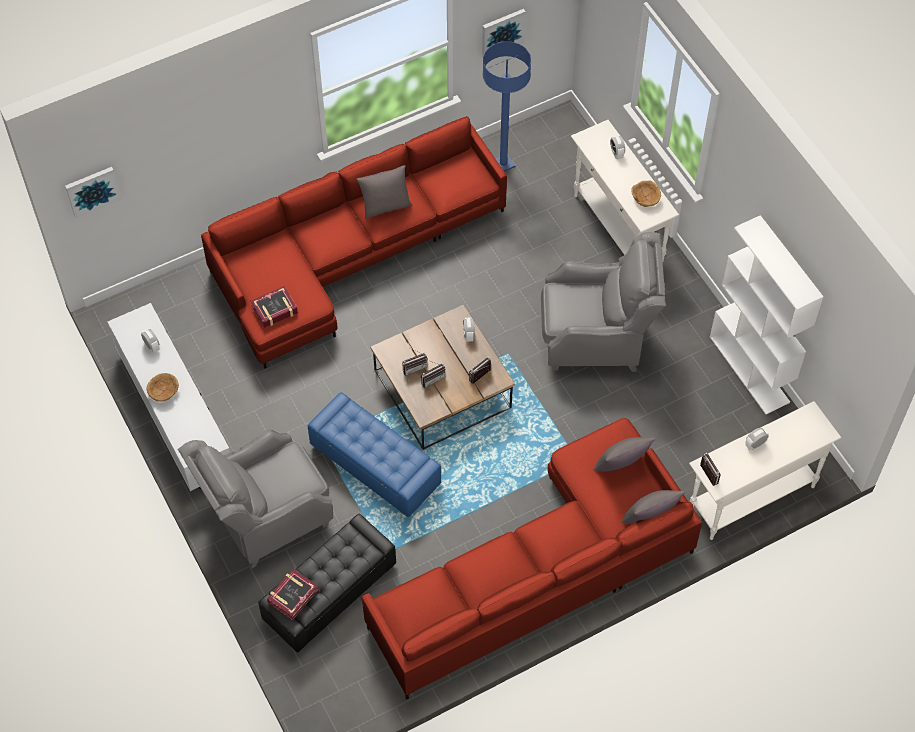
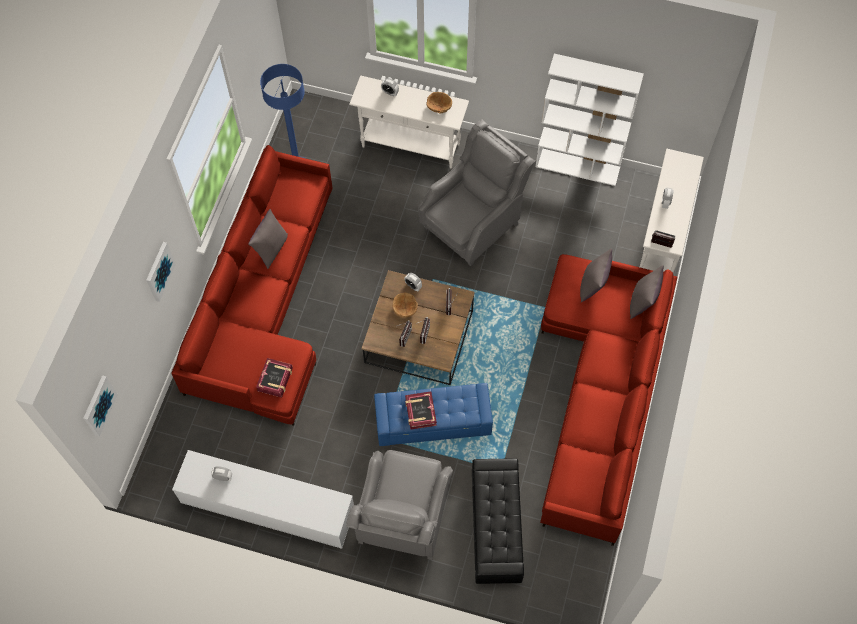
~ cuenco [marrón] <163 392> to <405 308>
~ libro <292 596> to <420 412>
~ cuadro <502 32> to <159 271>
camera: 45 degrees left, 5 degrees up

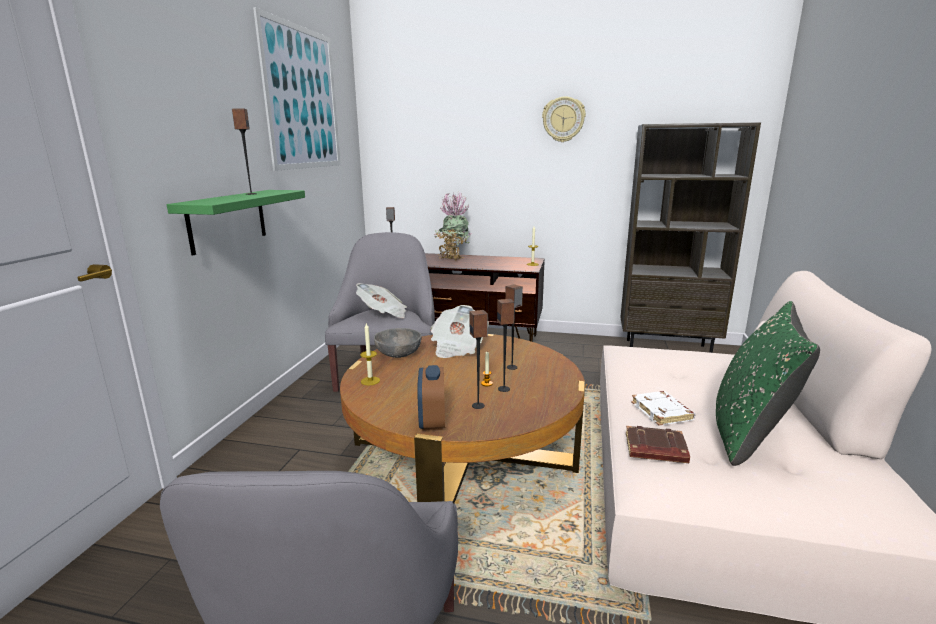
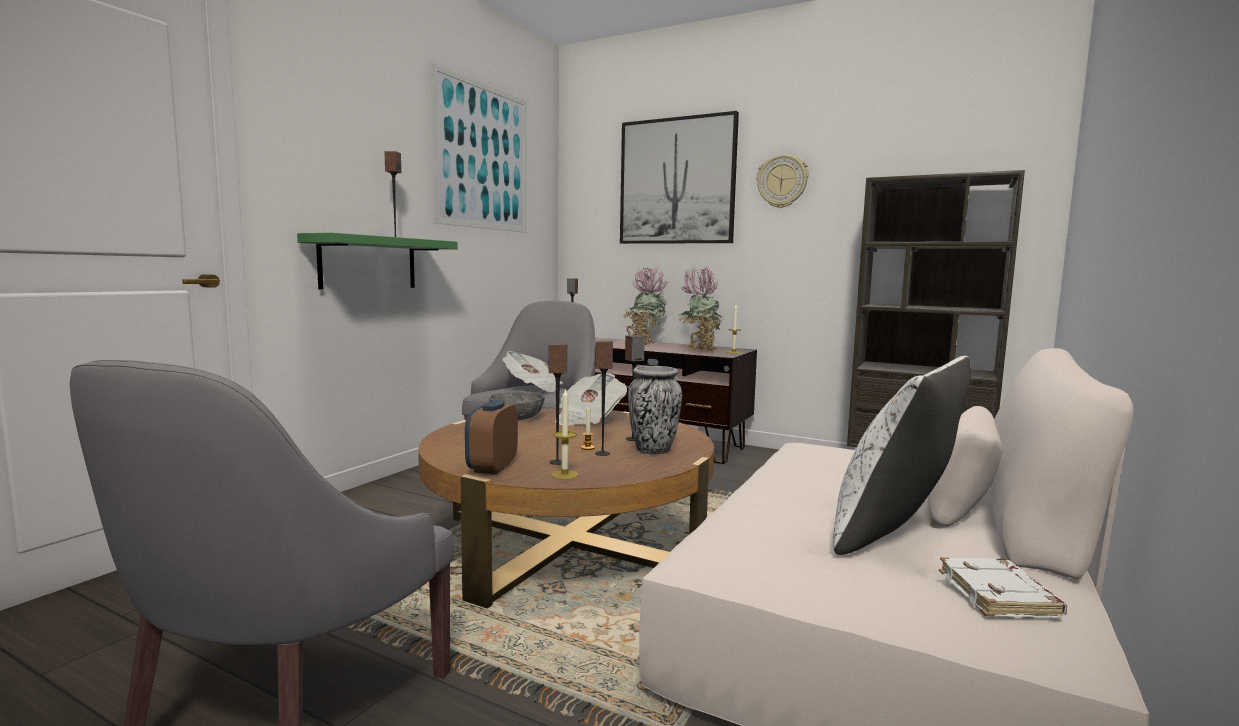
- libro [marrón] <655 450>
+ cuadro <677 181>
+ florero <653 450>
+ planta en maceta <699 350>
~ vela <370 381> to <564 475>
~ libro [blanco] <662 412> to <999 596>
~ cojín [verde] <749 434> to cojín [blanco] <893 532>
camera: 15 degrees right, 10 degrees down

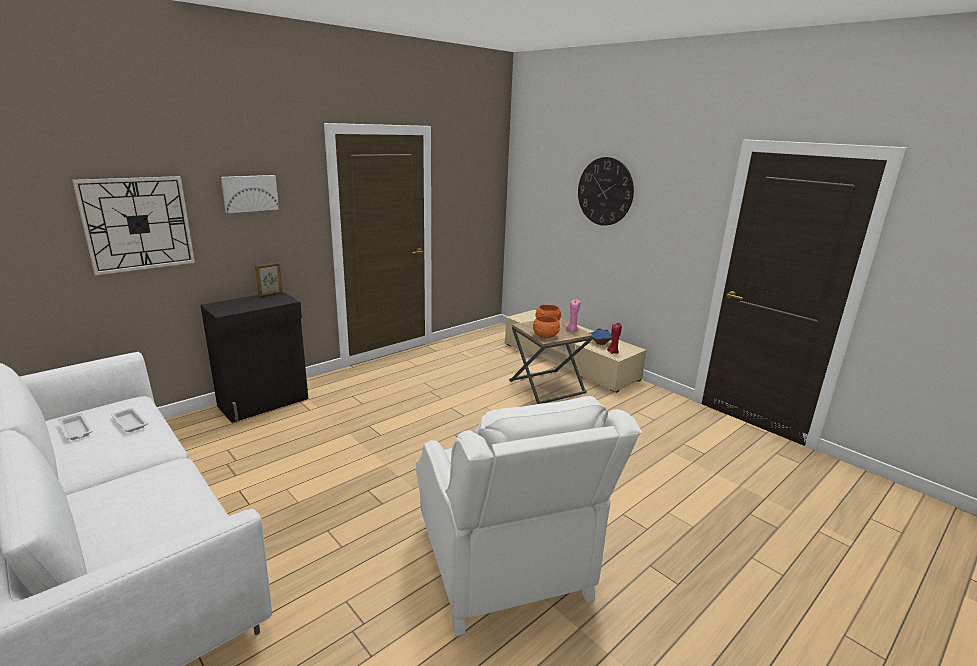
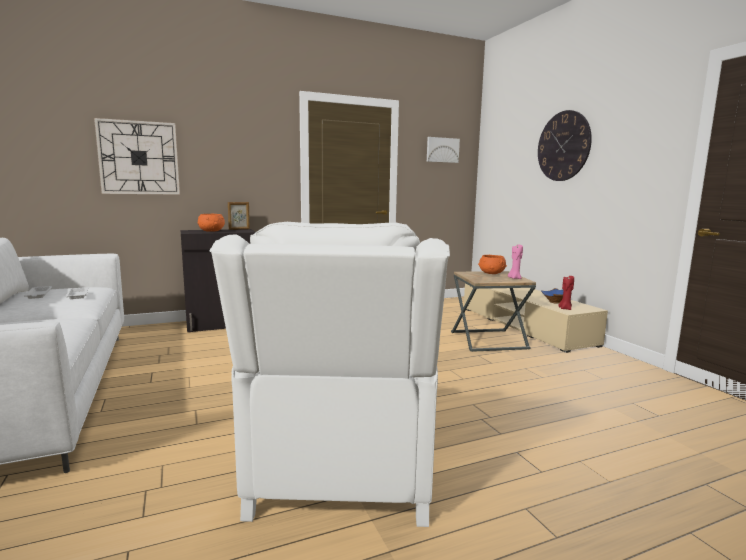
~ cuadro <250 193> to <442 150>
~ cuenco [naranja] <545 336> to <211 231>
camera: 20 degrees right, 10 degrees down

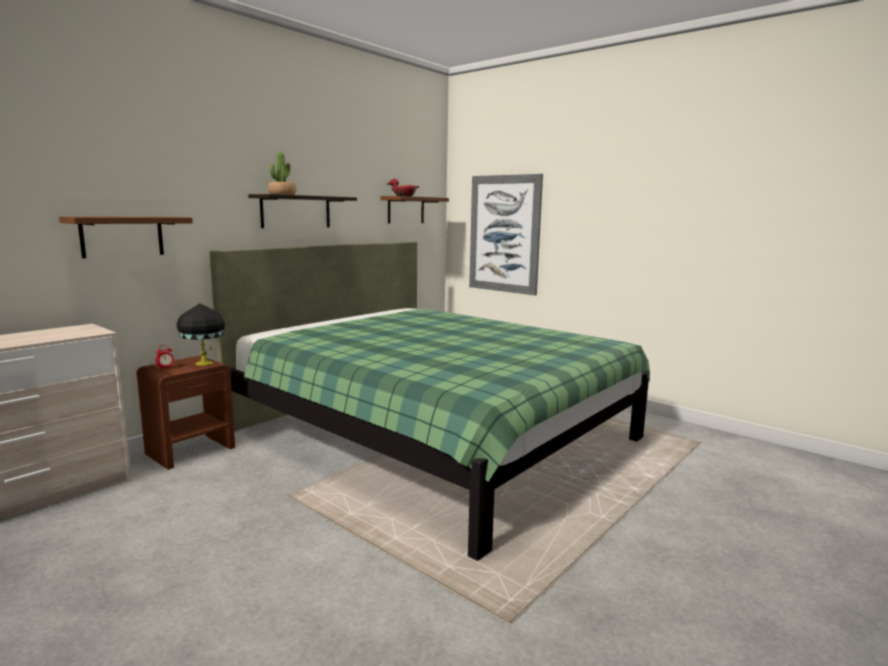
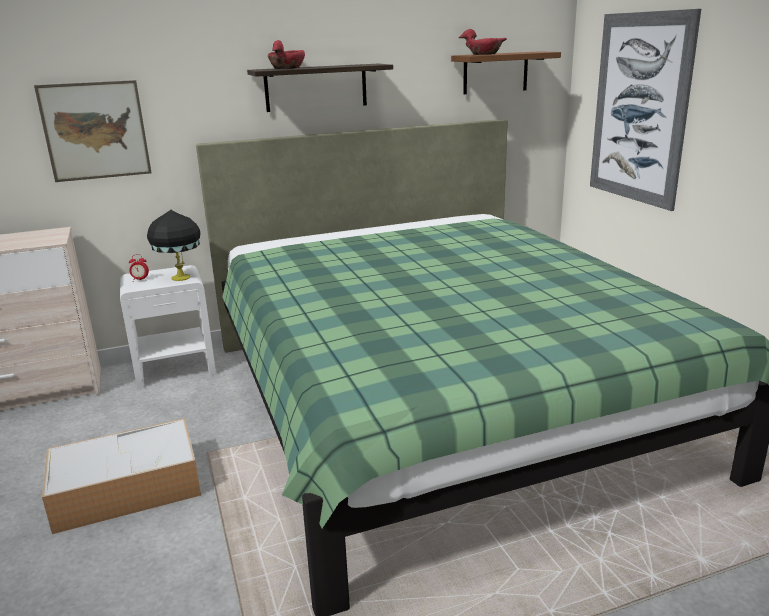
+ caja de almacenaje <129 488>
~ estante [marrón] <122 236> to cuadro <95 131>
~ planta en maceta <282 194> to cuenco [rojo] <286 68>
~ mesita de noche [marrón] <191 450> to mesita de noche [blanco] <176 369>
camera: 30 degrees right, 10 degrees up

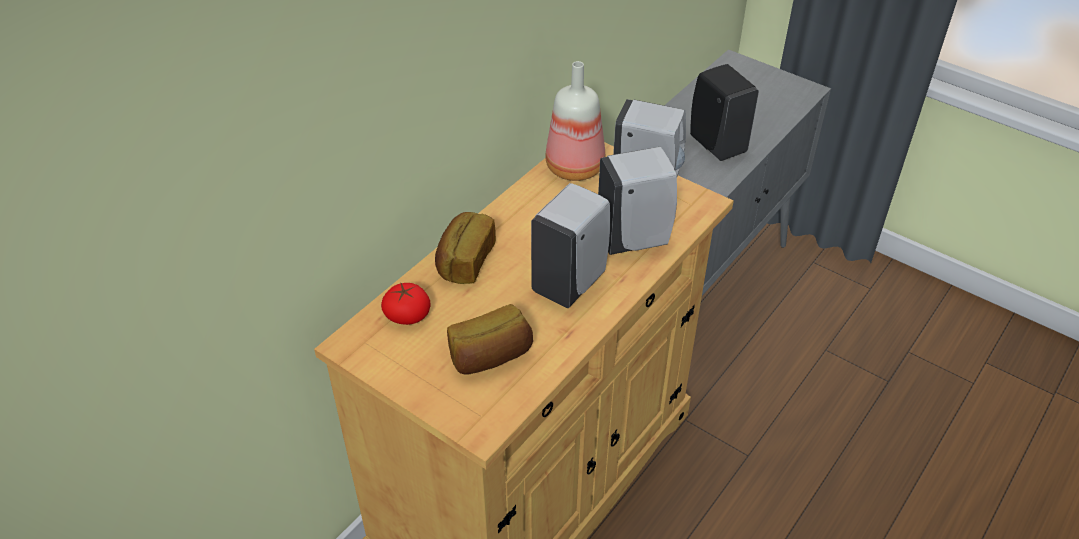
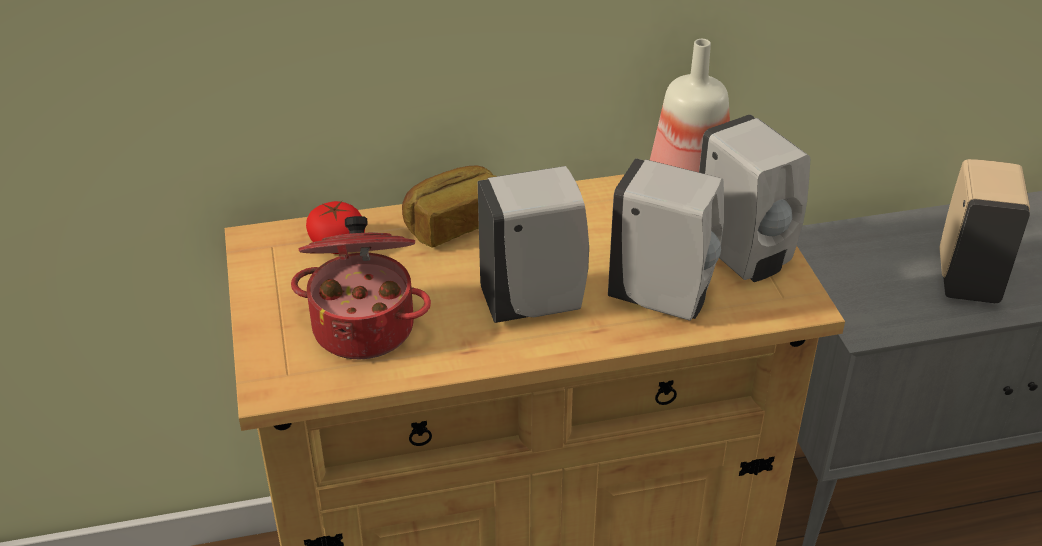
~ pan <490 356> to olla <365 326>
~ dispensador de jabón [negro] <716 144> to dispensador de jabón [beis] <967 278>
camera: 40 degrees right, 5 degrees down

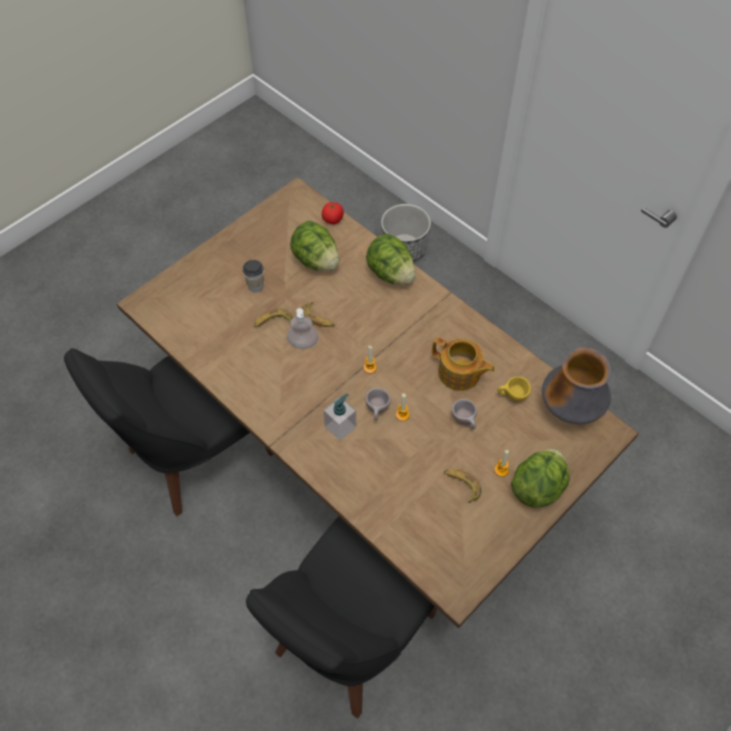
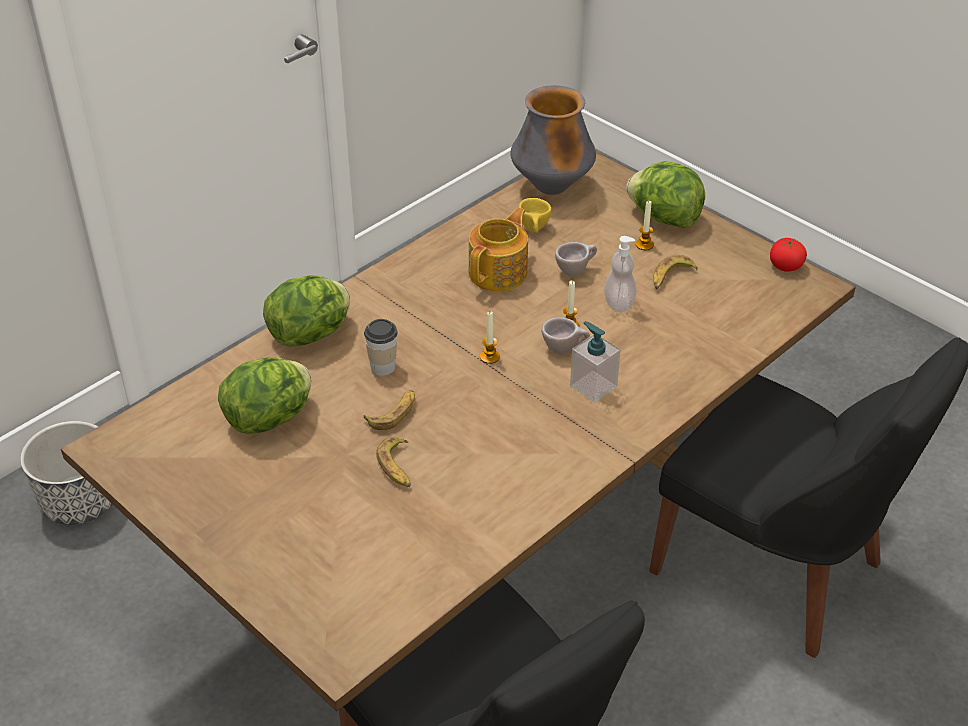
~ taza <256 286> to <383 367>
~ dispensador de jabón <303 343> to <619 303>
~ tomate <332 219> to <785 266>
camera: 90 degrees left, 15 degrees down

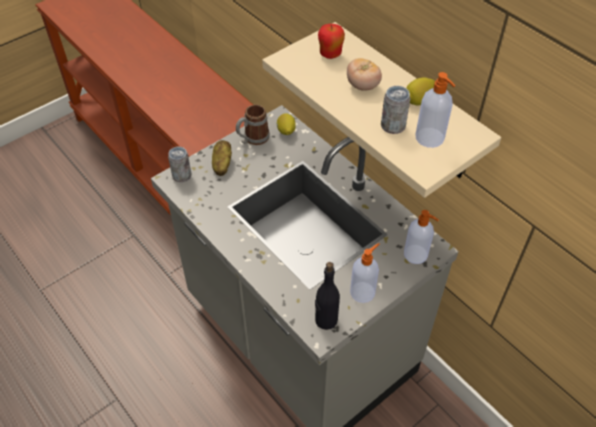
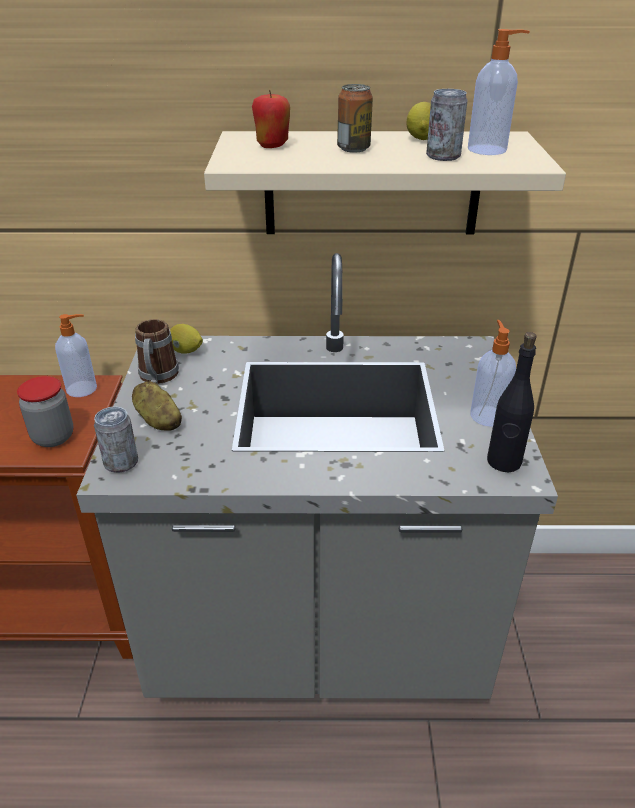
+ tarro <53 437>
~ dispensador de jabón <416 255> to <83 389>
~ tomate <362 86> to lata <353 149>
camera: 50 degrees left, 15 degrees down

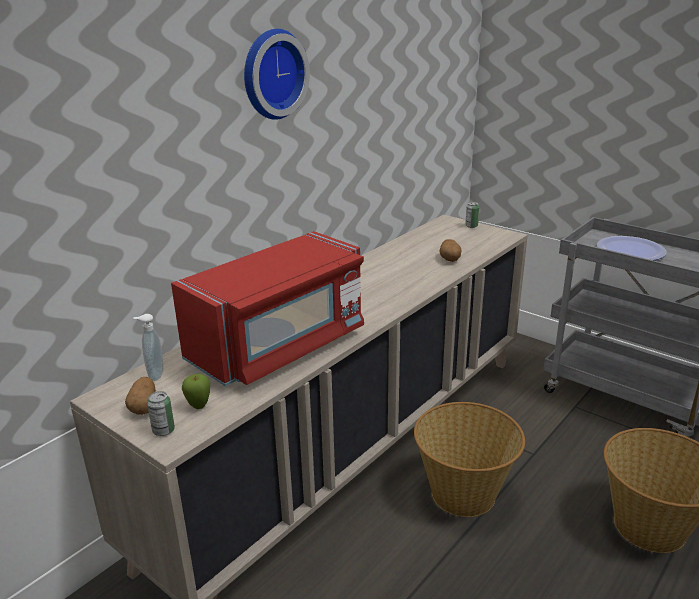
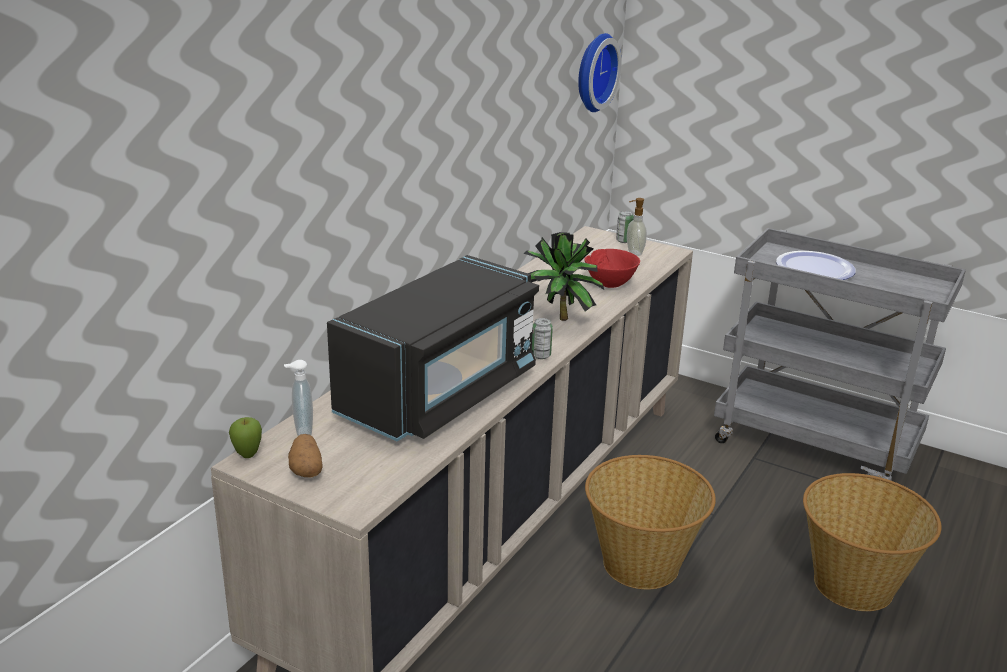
+ planta en maceta <557 319>
+ dispensador de jabón <634 253>
~ lata <163 430> to <541 355>
~ manzana <199 406> to <247 455>
~ reloj de pared <271 74> to <593 72>
~ patata <450 259> to cuenco [rojo] <609 284>
~ microondas [rojo] <280 345> to microondas [negro] <440 393>
camera: 10 degrees left, 0 degrees up

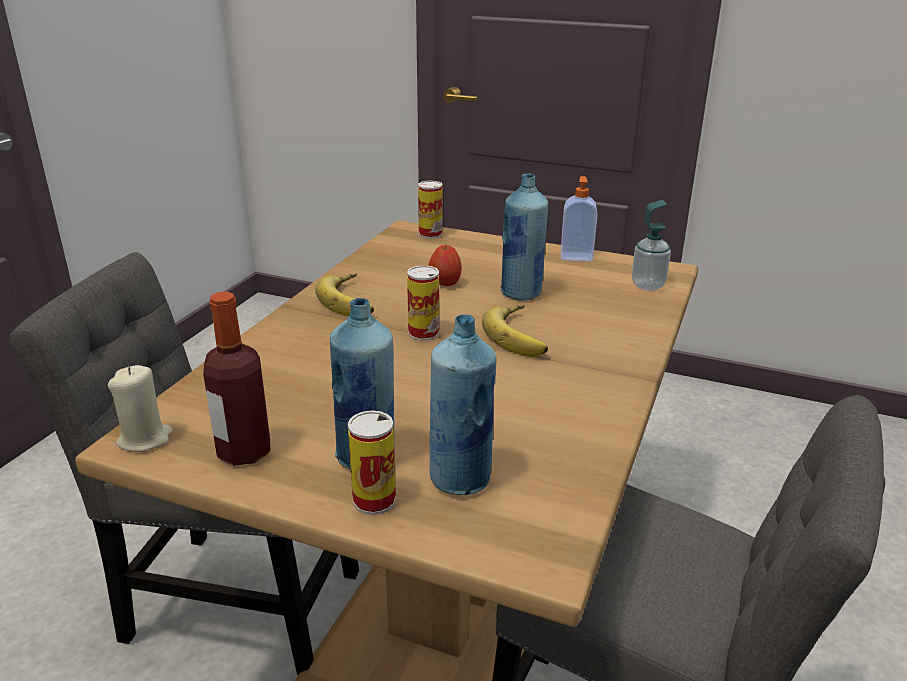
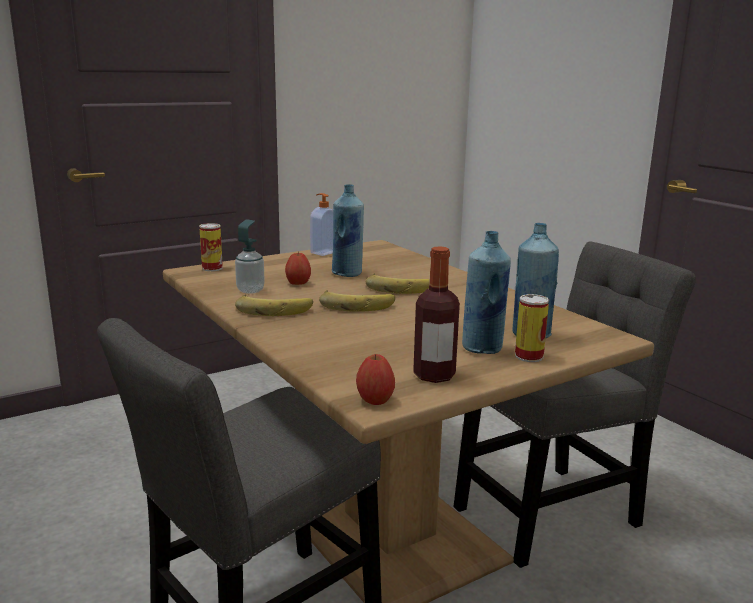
~ dispensador de jabón <647 285> to <250 290>
~ vela [beis] <145 439> to manzana <375 400>
~ lata <423 333> to plátano <356 304>
camera: 55 degrees left, 10 degrees down

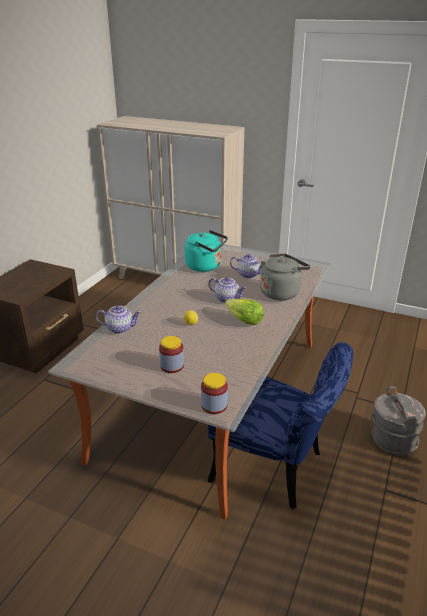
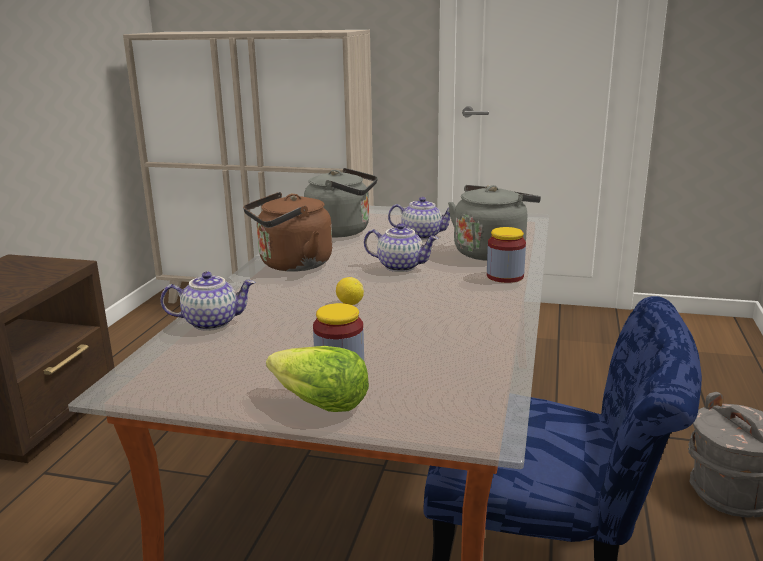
+ hervidor [marrón] <291 265>
~ tarro <214 405> to <505 276>
~ lechuga <243 320> to <318 403>
~ hervidor [turquesa] <206 266> to hervidor [gris] <343 231>
camera: 10 degrees left, 10 degrees down

